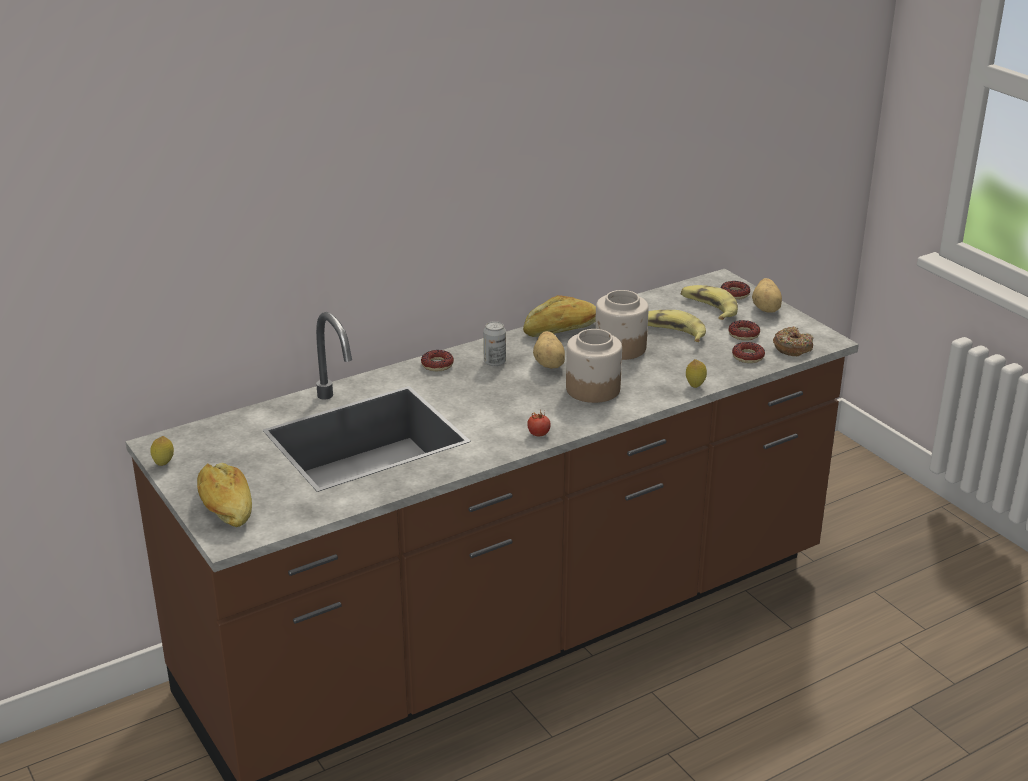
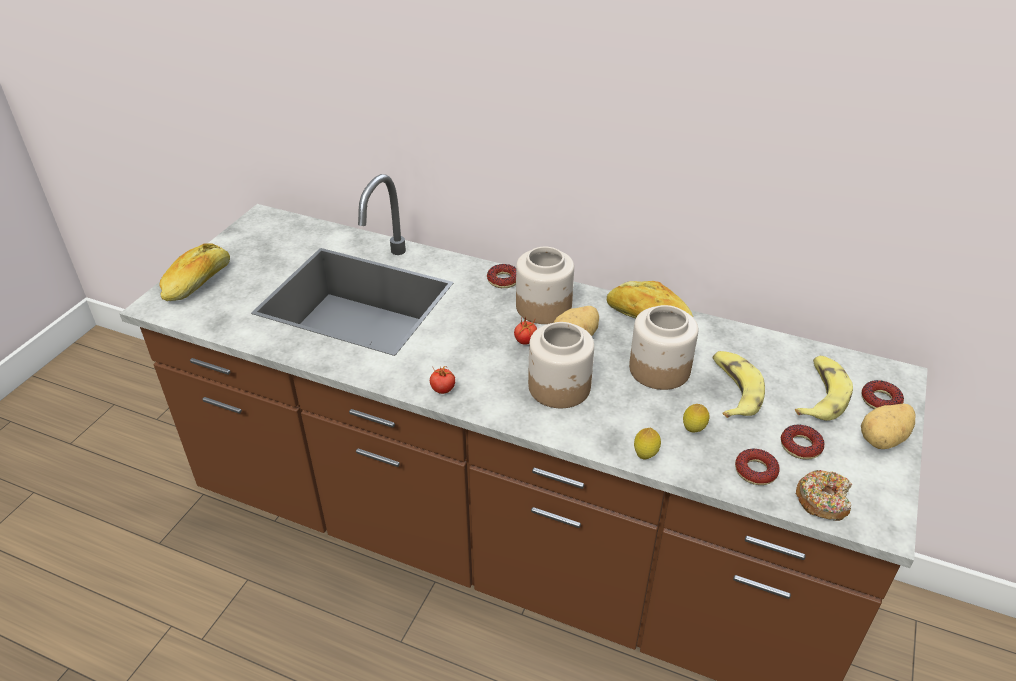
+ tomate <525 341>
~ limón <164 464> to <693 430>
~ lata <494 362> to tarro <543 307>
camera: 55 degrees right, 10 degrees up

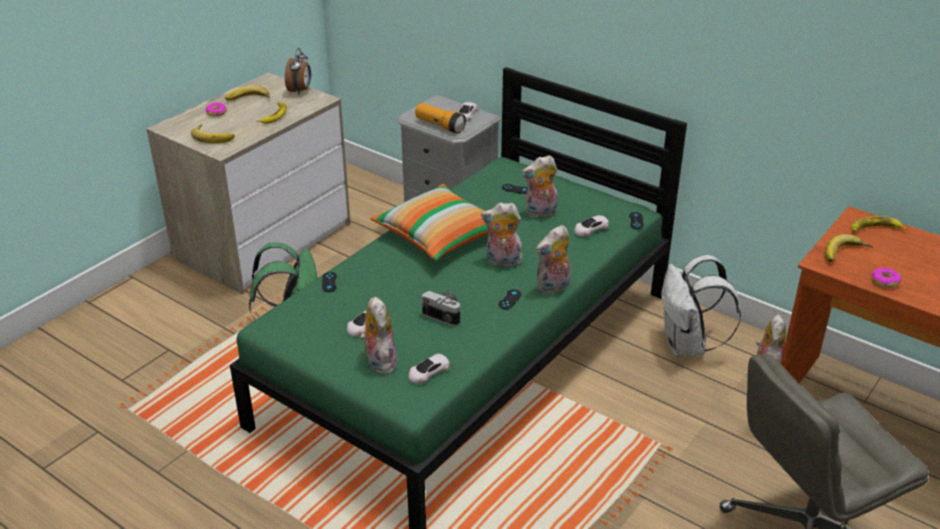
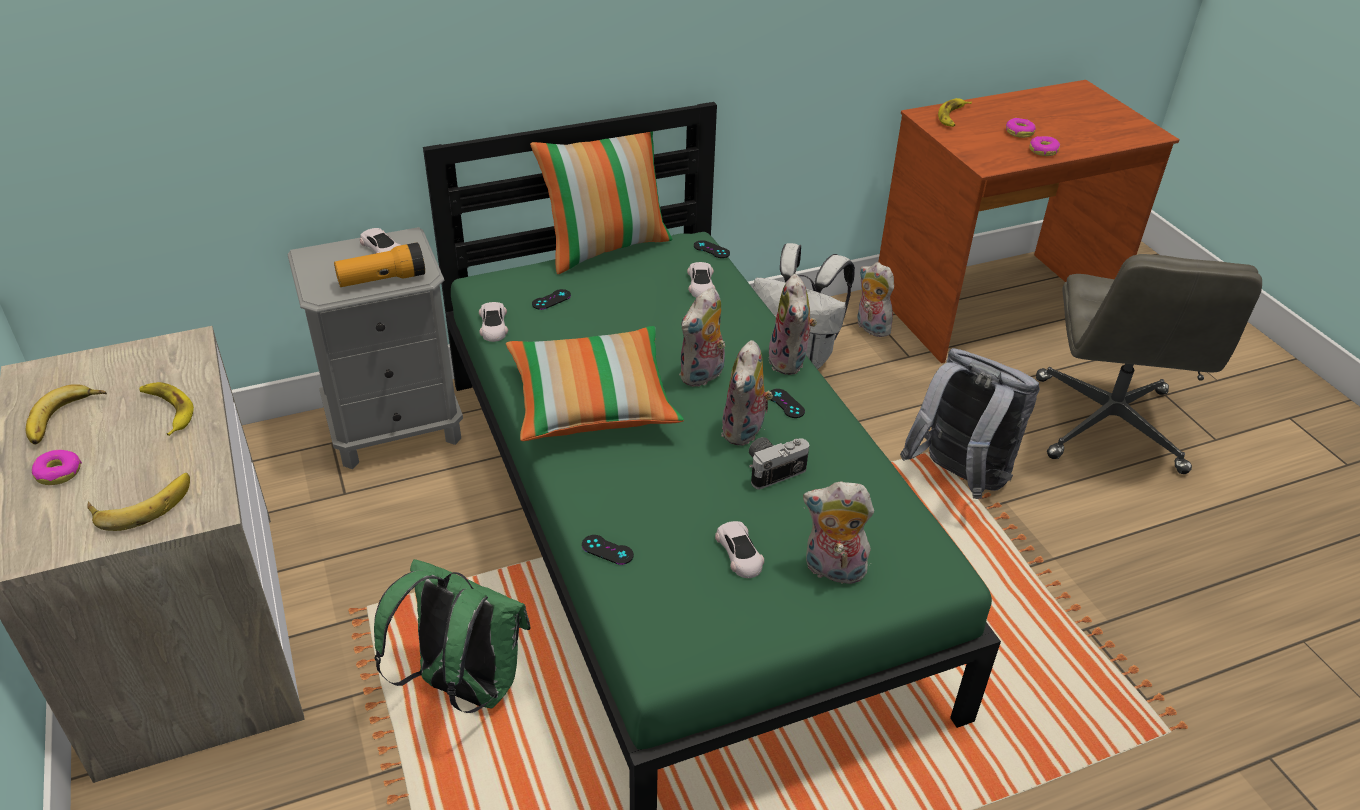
- despertador <300 91>
- plátano <845 254>
+ cojín <606 247>
+ mochila [gris] <958 478>
+ rosquilla <1019 132>
~ coche de juguete [blanco] <428 372> to <493 325>
~ peluche <540 213> to <745 431>
camera: 60 degrees left, 5 degrees up

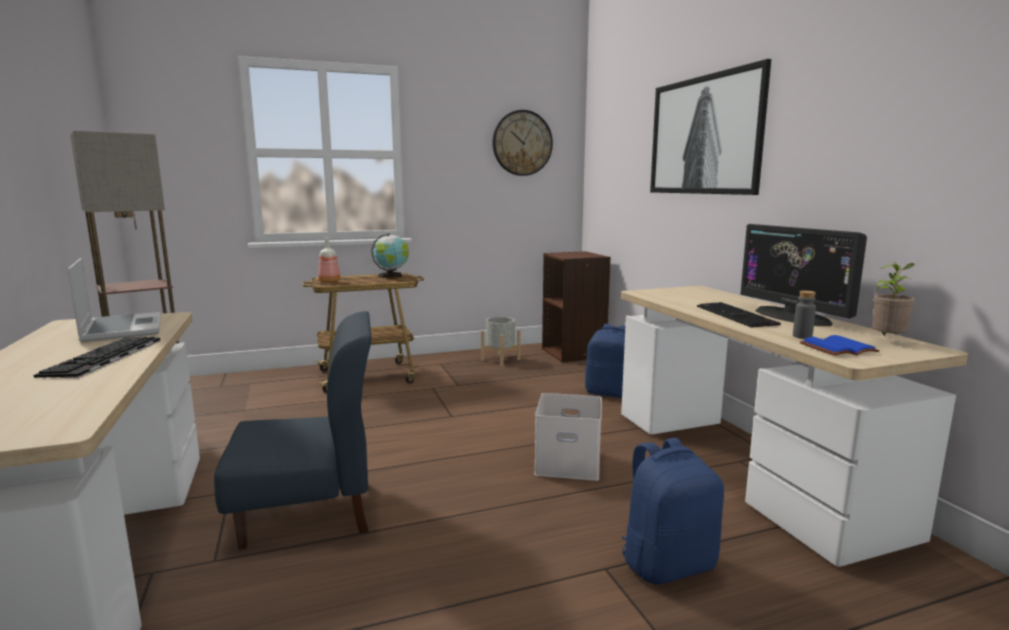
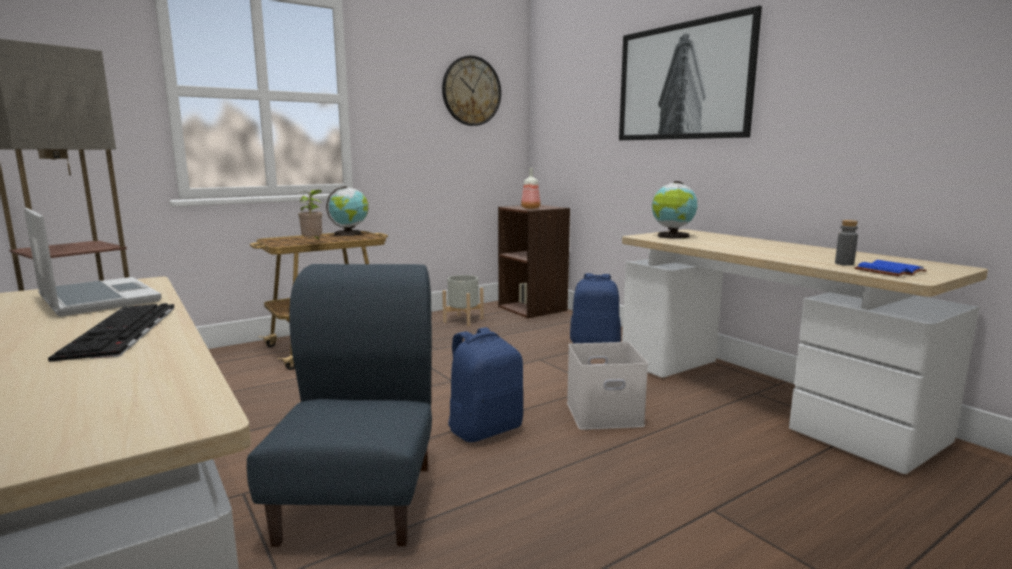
- teclado <737 315>
- monitor <792 317>
+ globo terráqueo <672 236>
~ botella <330 282> to <531 208>
~ mochila [azul] <667 564> to <485 429>
~ planta en maceta <887 341> to <313 242>
~ silla [azul] <309 511> = <359 501> 60 degrees counterclockwise
camera: 15 degrees left, 0 degrees up

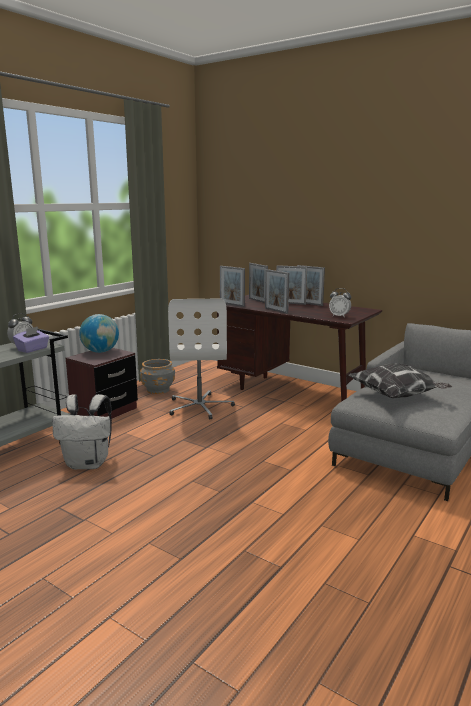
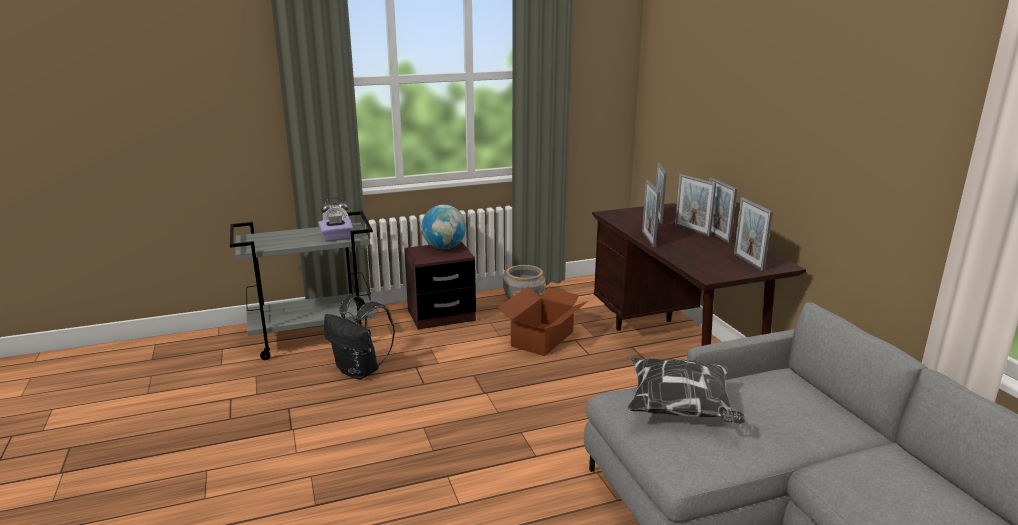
- despertador <339 316>
~ portarretratos <232 304> to <748 262>
~ silla de oficina [blanco] <200 406> to caja de cartón <541 339>
~ mochila [blanco] <88 463> to mochila [negro] <360 371>
camera: 35 degrees right, 5 degrees up

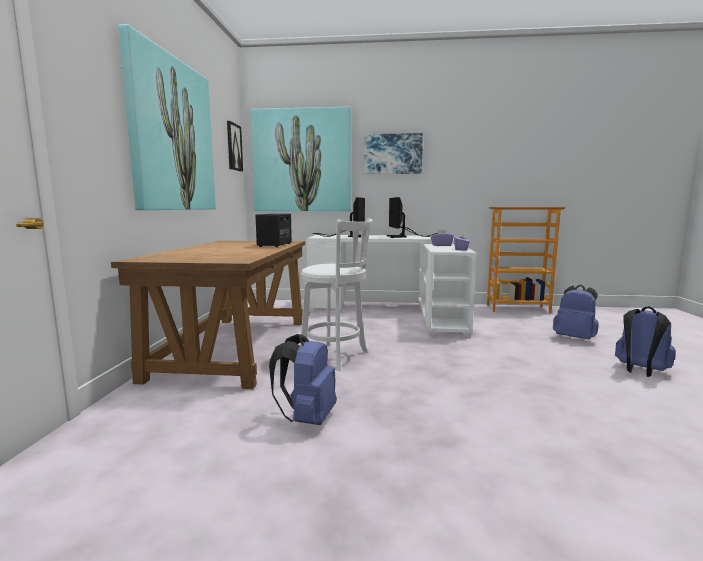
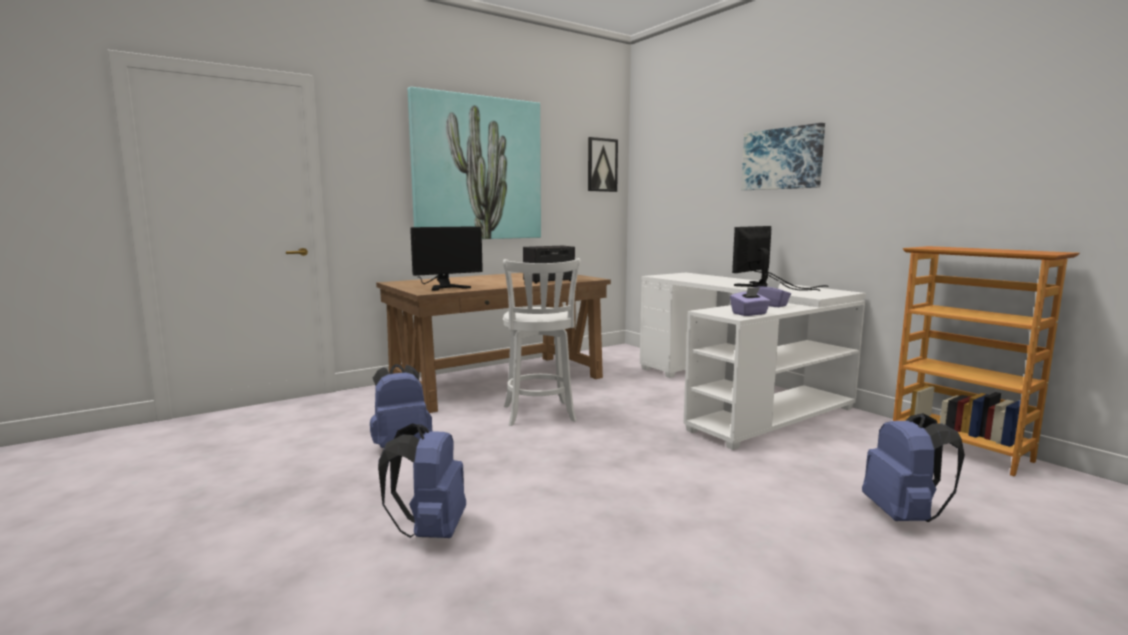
- cuadro <302 161>
~ monitor <349 236> to <443 286>
~ mochila [azul] <640 371> to <430 531>
camera: 50 degrees right, 0 degrees up

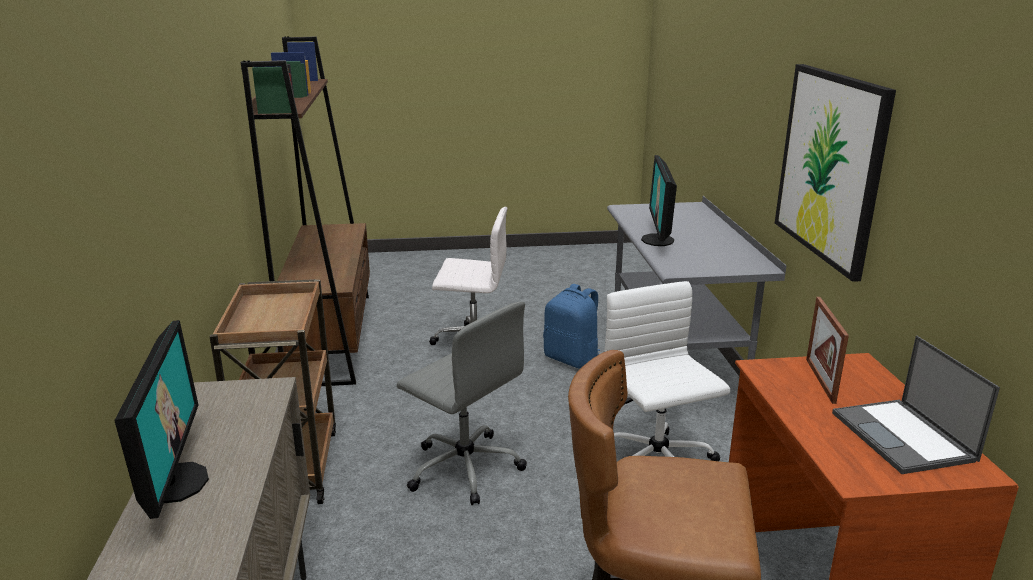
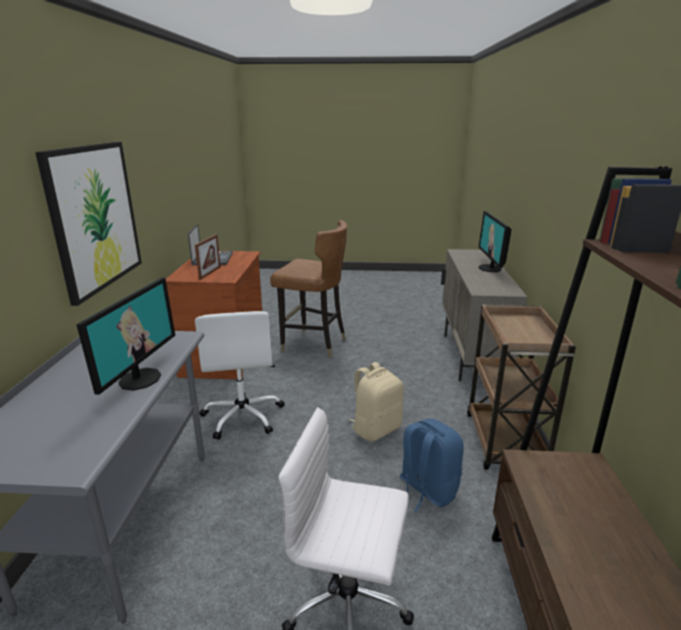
~ mochila [azul] <572 359> to <426 490>
~ silla de oficina [gris] <464 467> to mochila [beis] <376 429>
camera: 170 degrees left, 0 degrees up

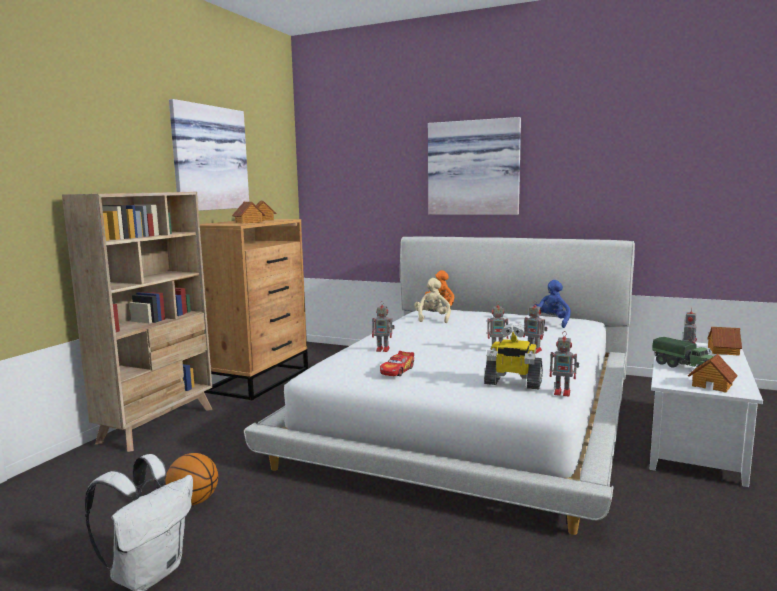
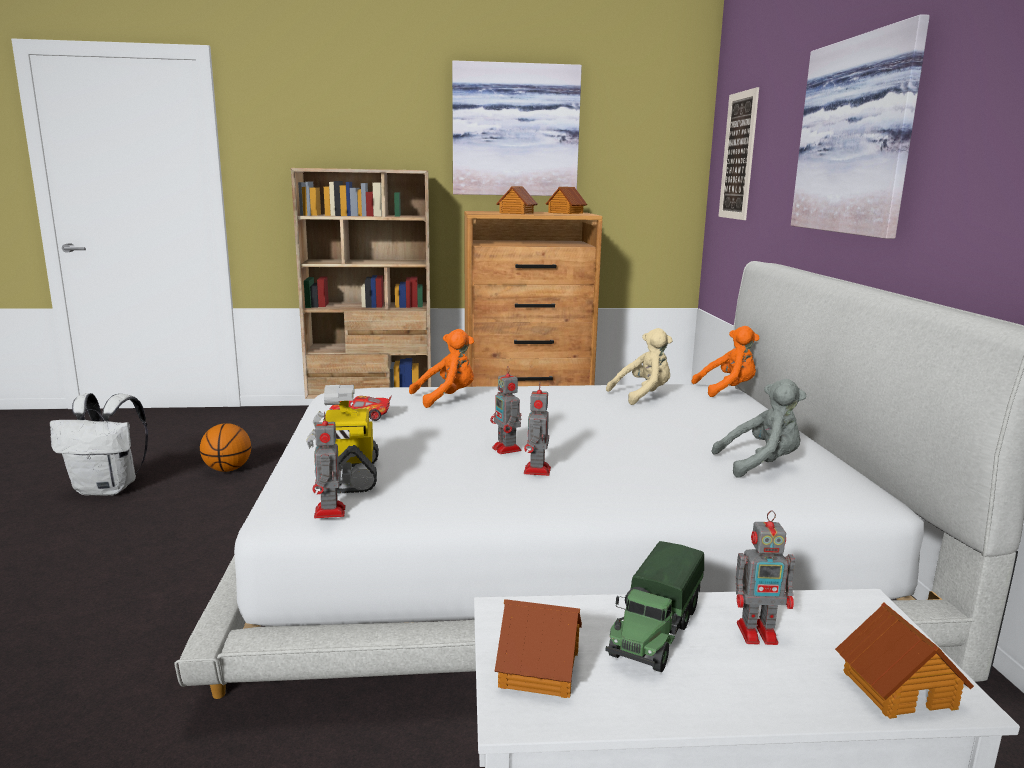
+ cuadro <738 156>
~ robot de juguete <383 349> to peluche [naranja] <447 398>
~ peluche [azul] <551 322> to peluche [gris] <761 465>
camera: 60 degrees right, 5 degrees up

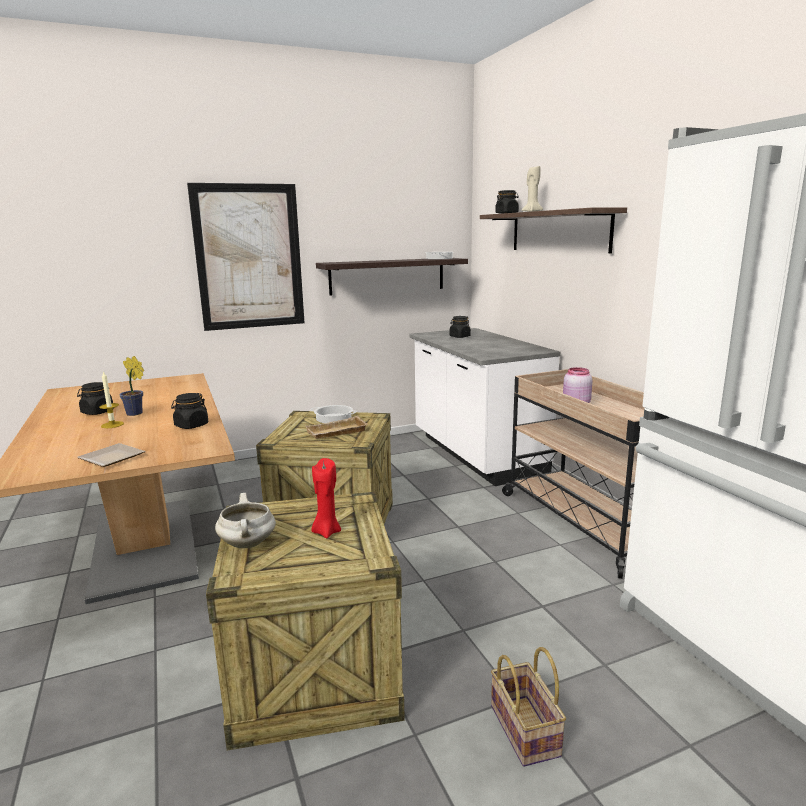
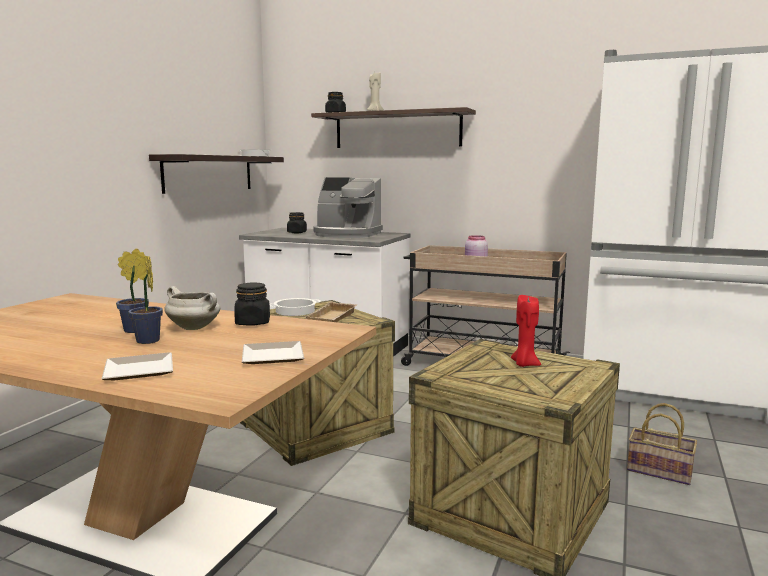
- tarro [negro] <97 412>
- cuadro <249 257>
+ plato <141 369>
+ cafetera <346 234>
~ olla [blanco] <248 544> to <195 328>
~ vela <112 425> to planta en maceta <148 341>
camera: 45 degrees left, 5 degrees down

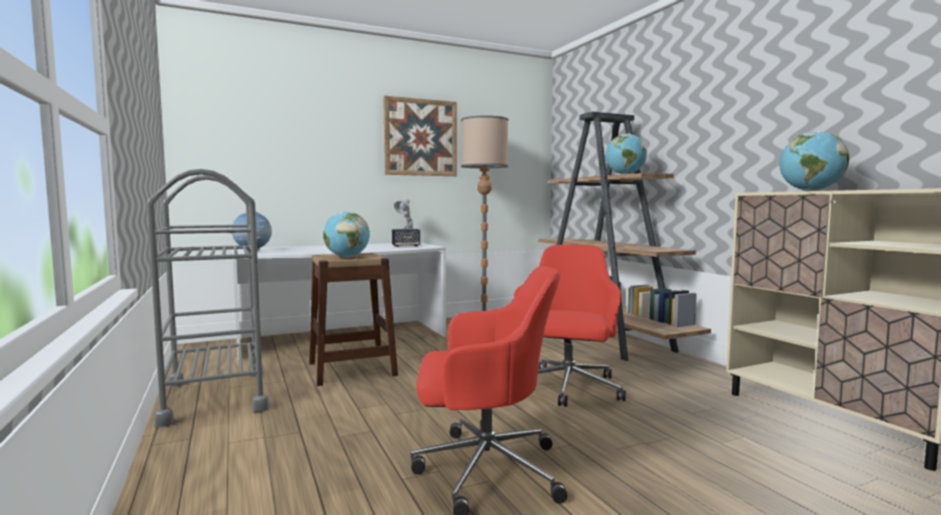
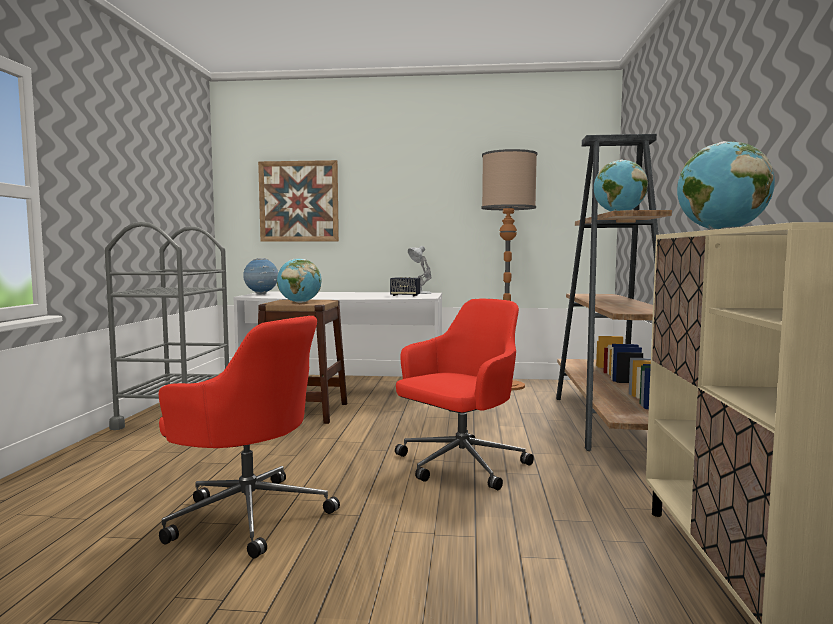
~ cuadro <420 137> to <299 201>
camera: 30 degrees right, 0 degrees up

